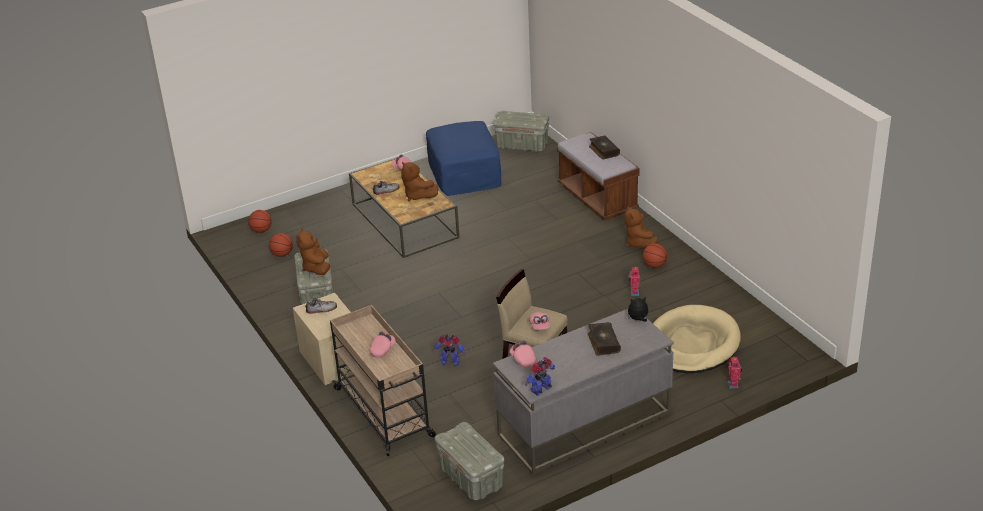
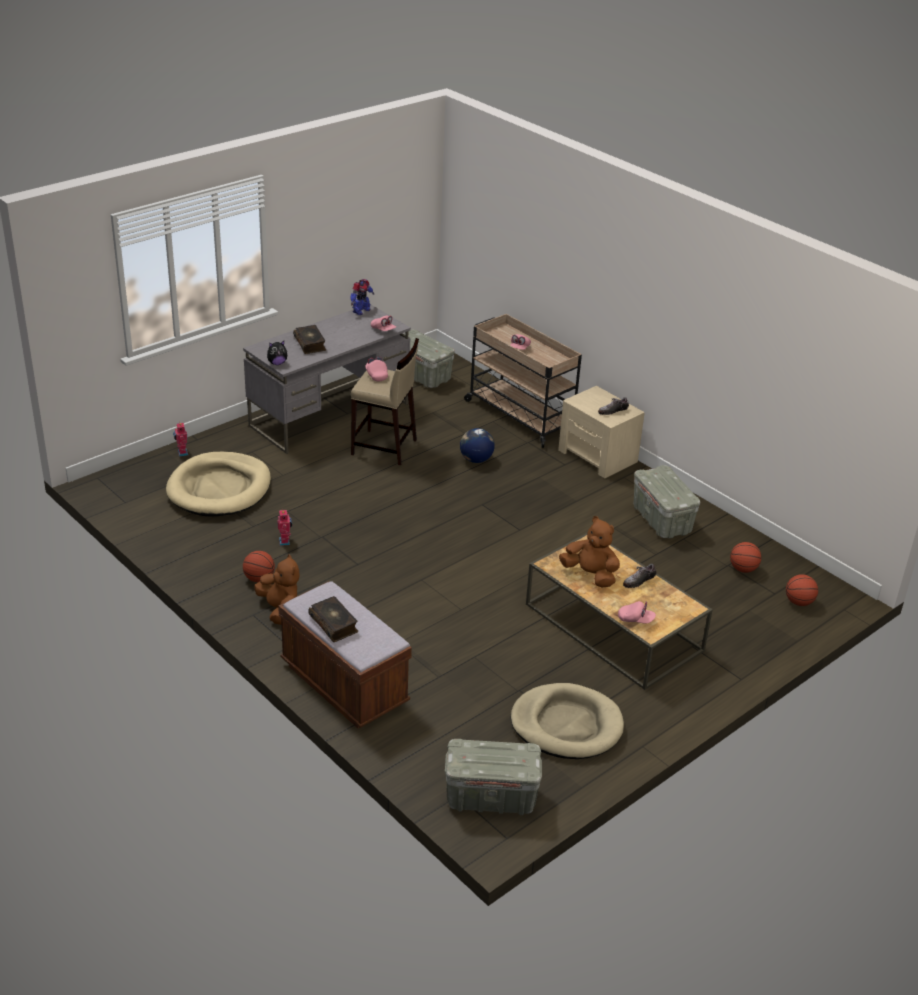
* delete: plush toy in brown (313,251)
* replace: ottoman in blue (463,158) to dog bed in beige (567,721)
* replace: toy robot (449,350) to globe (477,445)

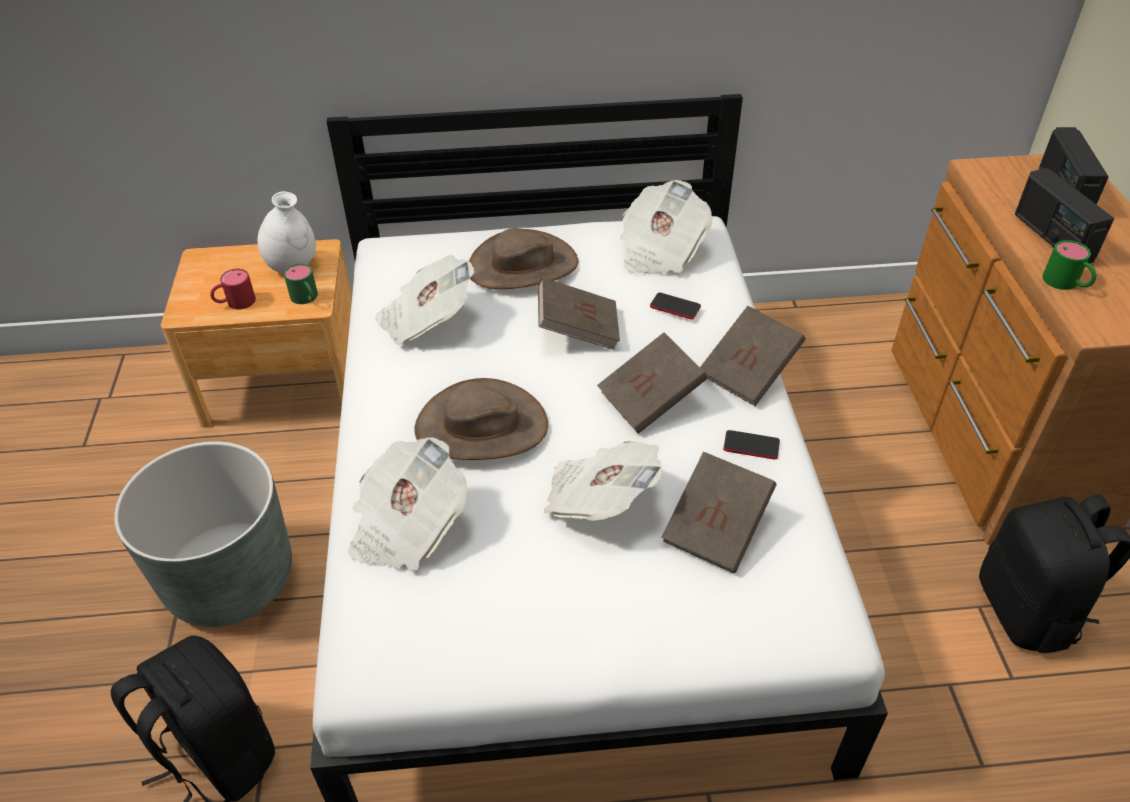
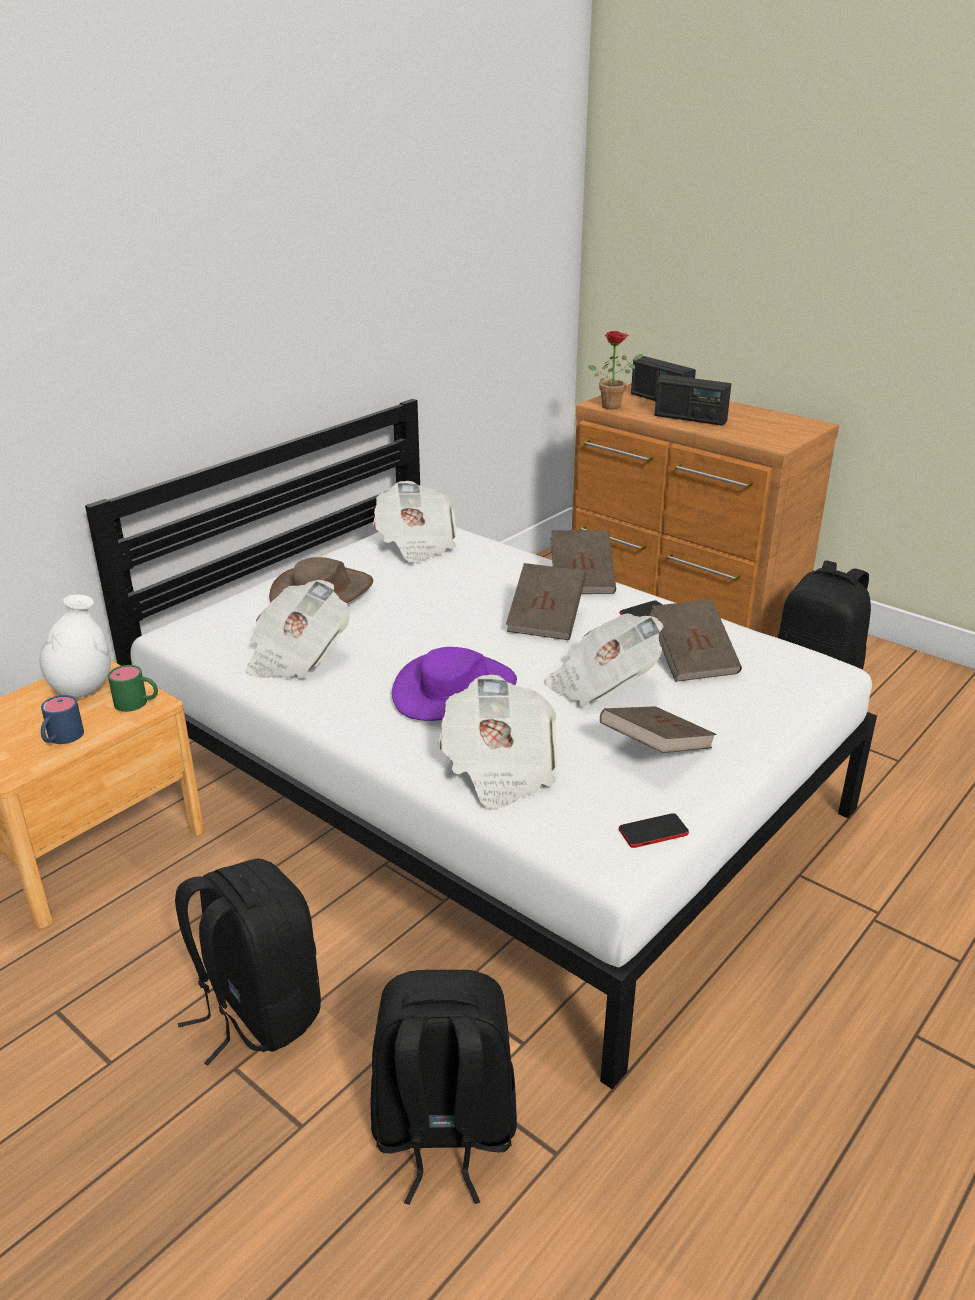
* delete: mug in green (1069,265)
* insert: potted plant (616,370)
* move: book in brown (579,313) to (658,729)
* move: phone (675,306) to (654,830)
* replace: planter in grey (203,534) to backpack in black (248,962)
* recolor: mug in red (233,289) to mug in blue (62,719)
* recolor: hat in brown (481,419) to hat in purple (454,684)

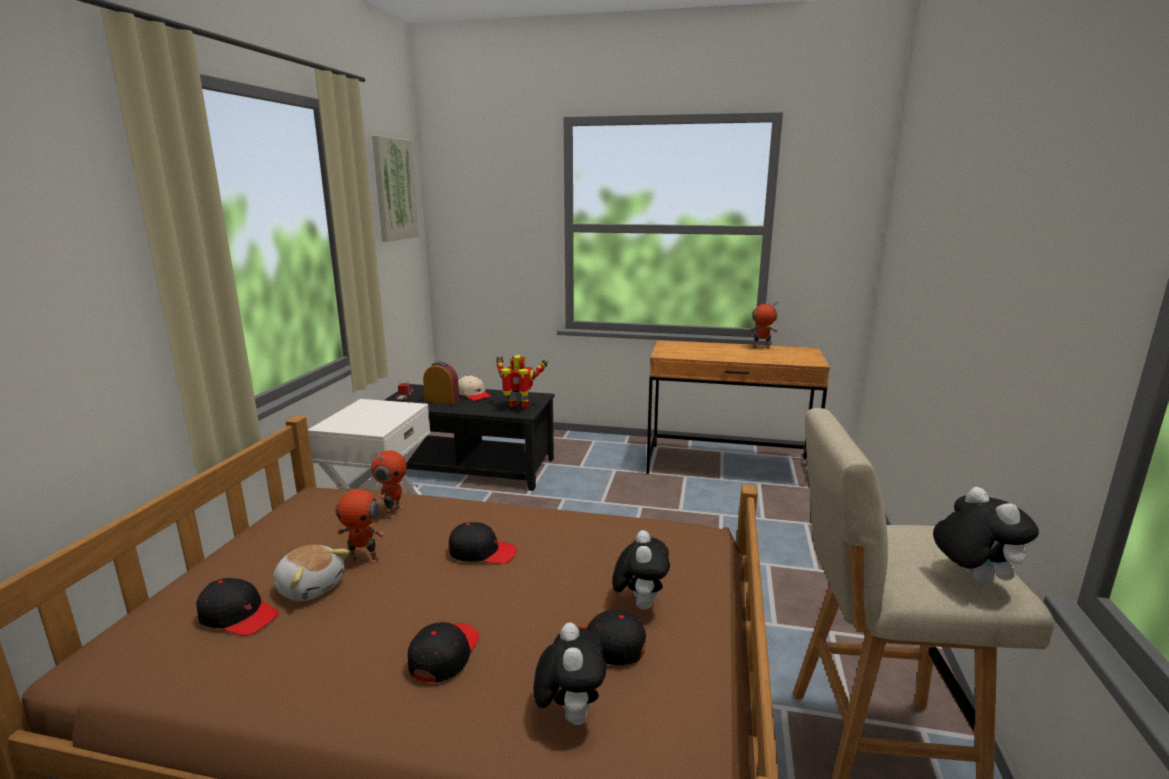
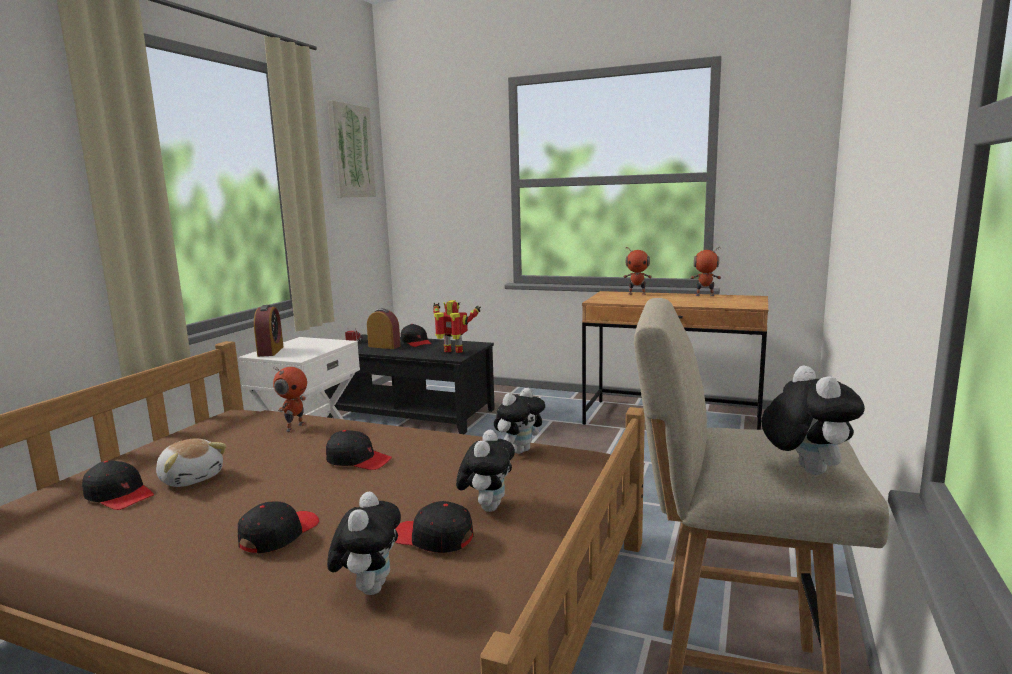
* insert: alarm clock (268,331)
* insert: plush toy (519,421)
* move: toy robot (360,523) to (637,270)
* recolor: cap in beige (474,388) to cap in black (416,335)

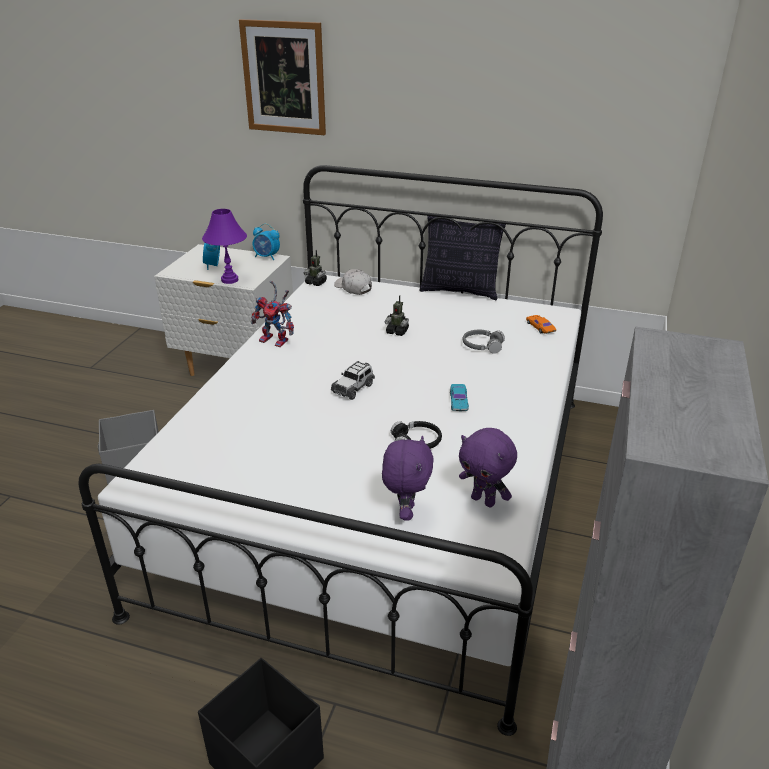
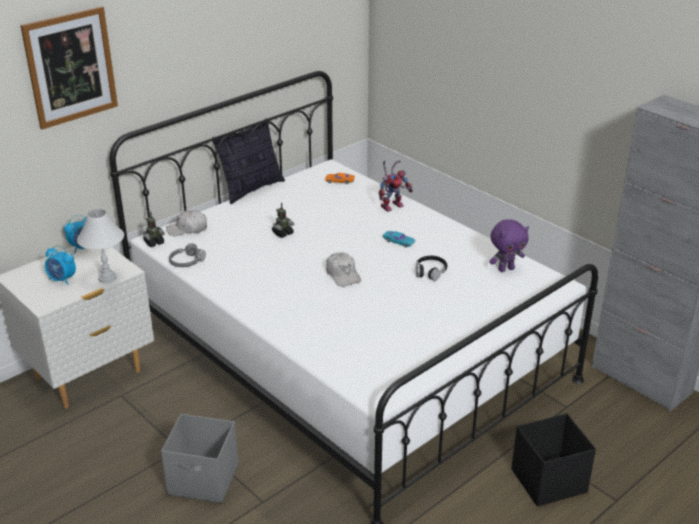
* delete: plush toy in purple (408,478)
* move: toy robot (272,314) to (396,186)
* move: headphones in grey (483,342) to (187,255)
* replace: toy car (353,380) to cap in white (343,269)
* recolor: table lamp in purple (224,246) to table lamp in white (100,246)

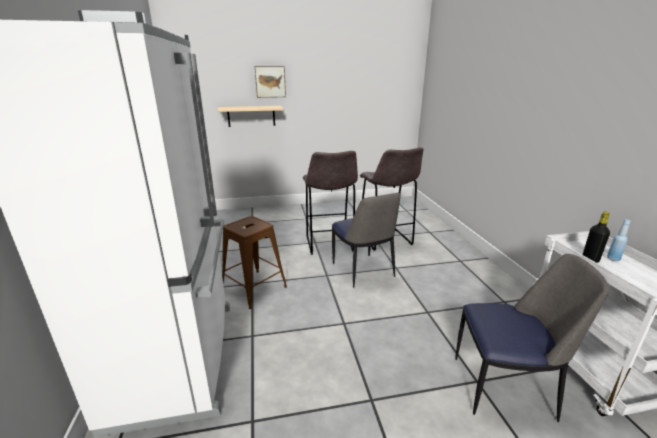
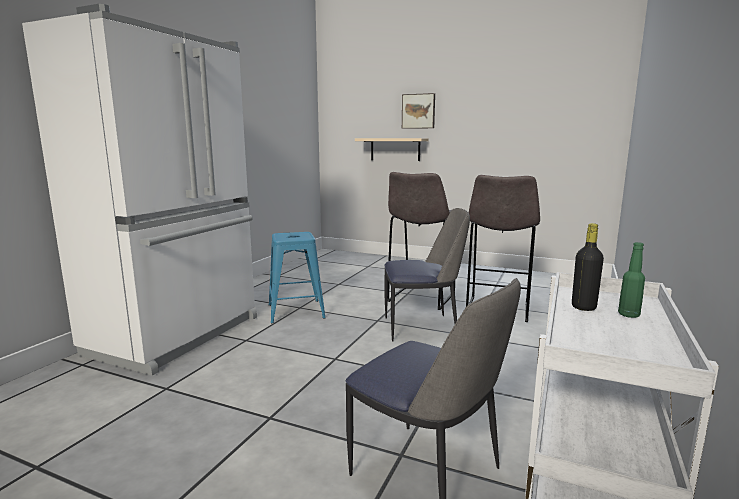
* recolor: stool in brown (254,262) to stool in blue (297,277)
* recolor: bottle in blue (619,240) to bottle in green (631,280)
* rotate: chair (366,240) = (427,274) 105 degrees counterclockwise

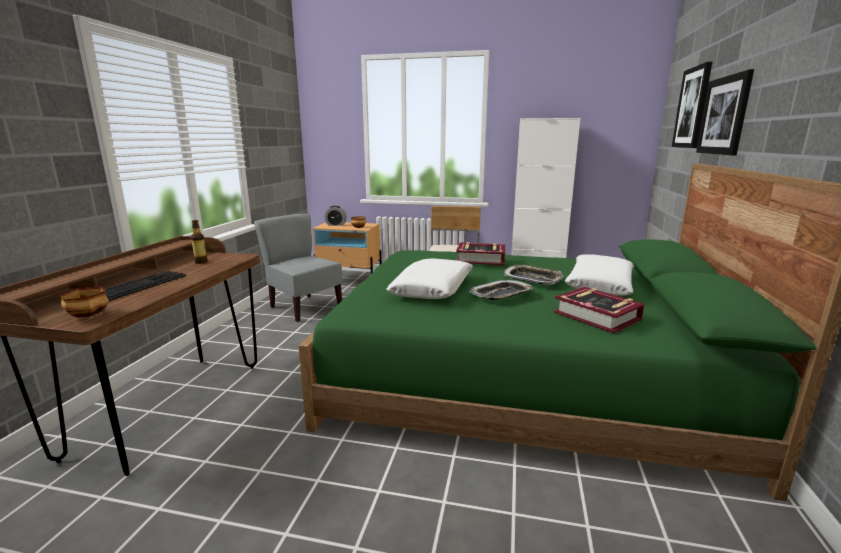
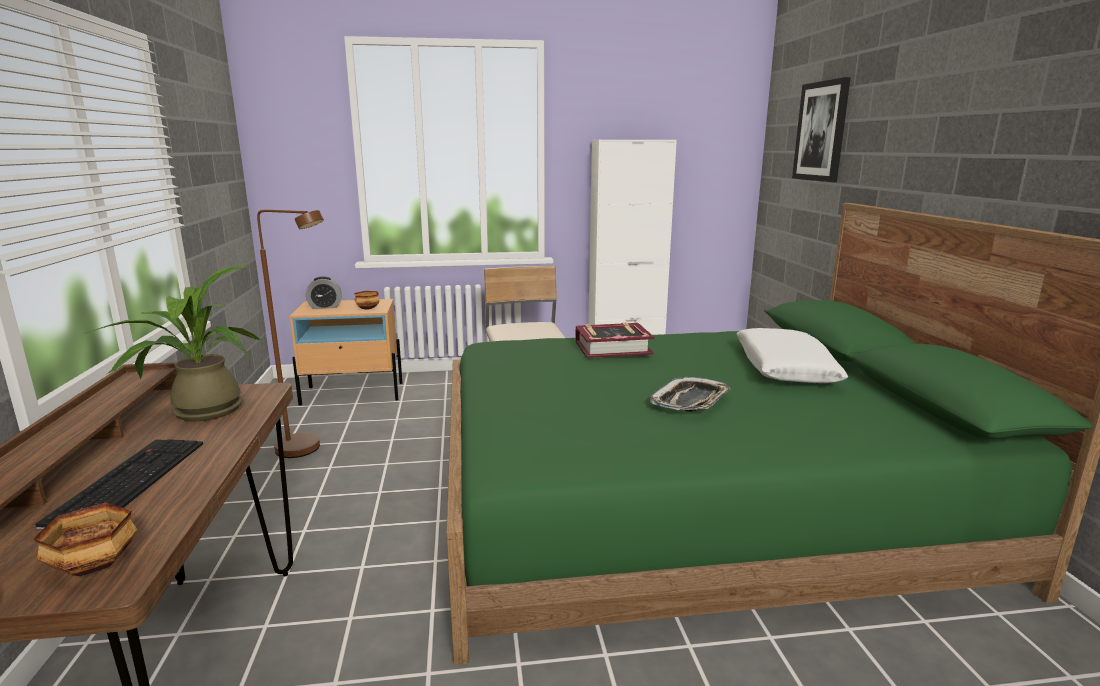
* delete: pillow in white (429,278)
* delete: tray (534,275)
* delete: book (599,310)
* delete: picture (725,112)
* replace: bottle (199,242) to potted plant (173,343)
* replace: chair in grey (298,268) to floor lamp in brown (290,334)

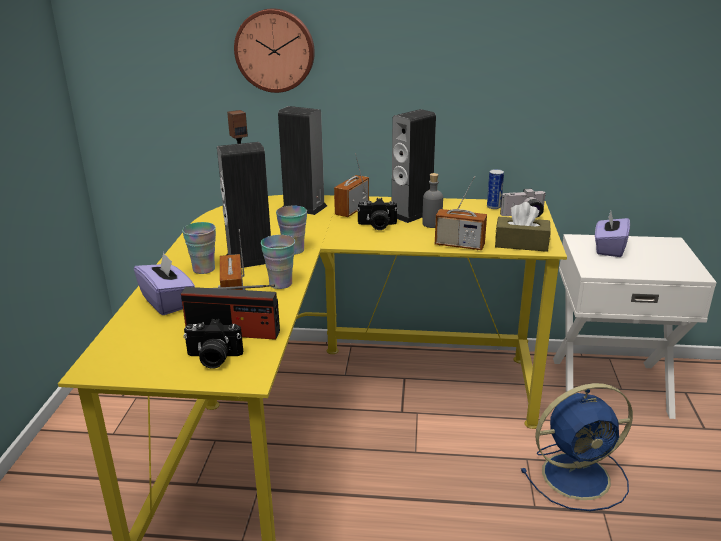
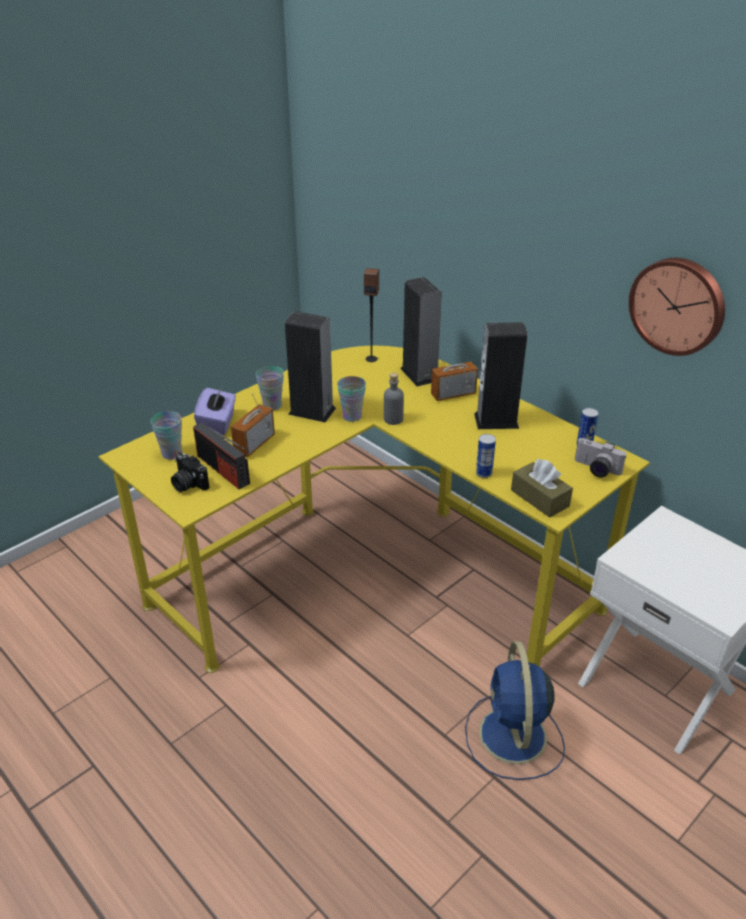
* delete: photo camera (377,214)
* delete: tissue box in purple (612,234)
* move: wall clock (274,50) to (677,307)
* move: cup (278,262) to (166,435)
* move: bottle in grey (432,200) to (394,398)
* replace: radio (461,213) to can (486,456)
* rotate: fan in blue (577,447) = (515,711) 60 degrees clockwise

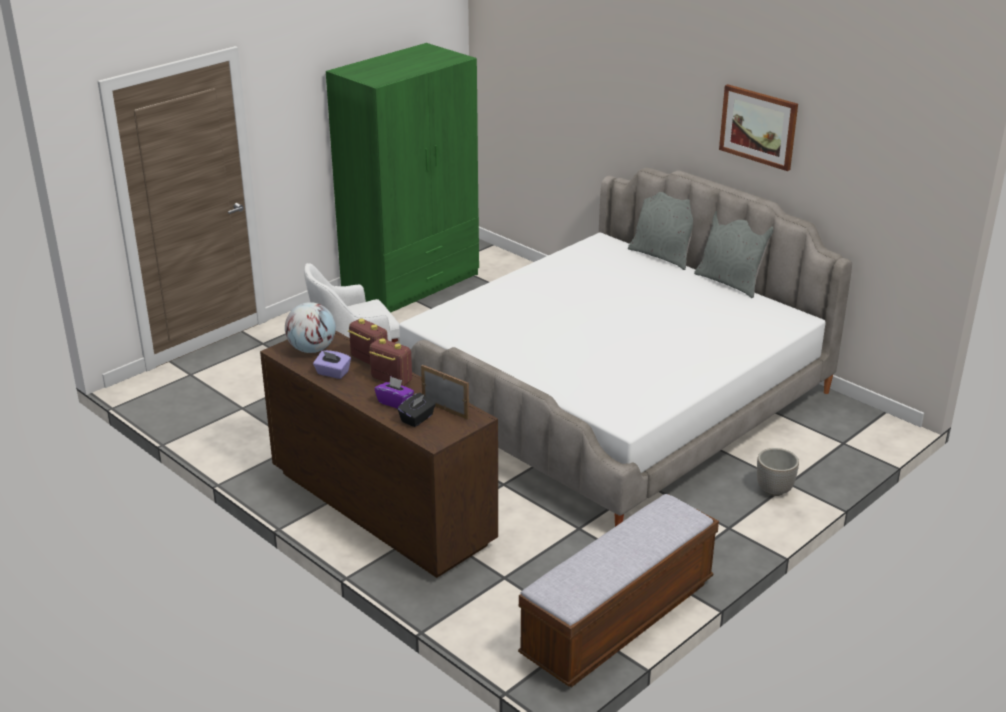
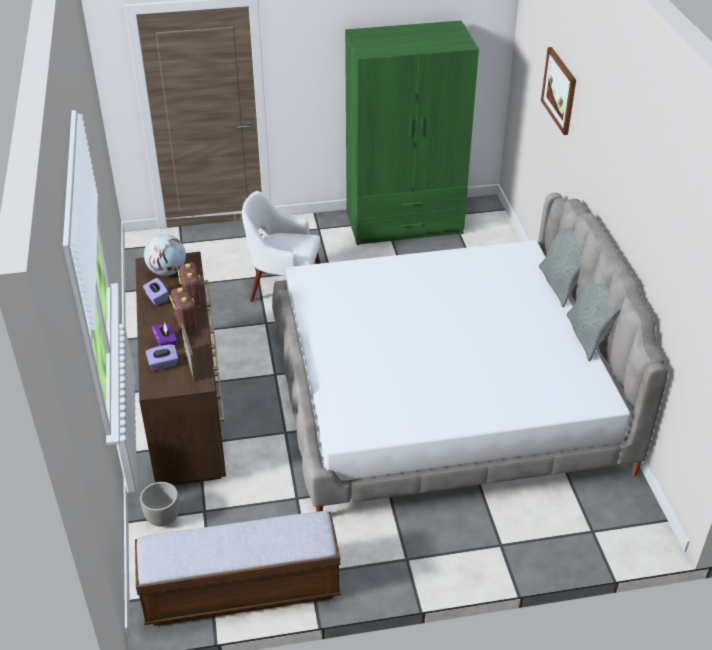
* move: picture (758,127) to (558,91)
* move: planter (778,472) to (159,504)
* recolor: tissue box in black (417,410) to tissue box in purple (162,357)

